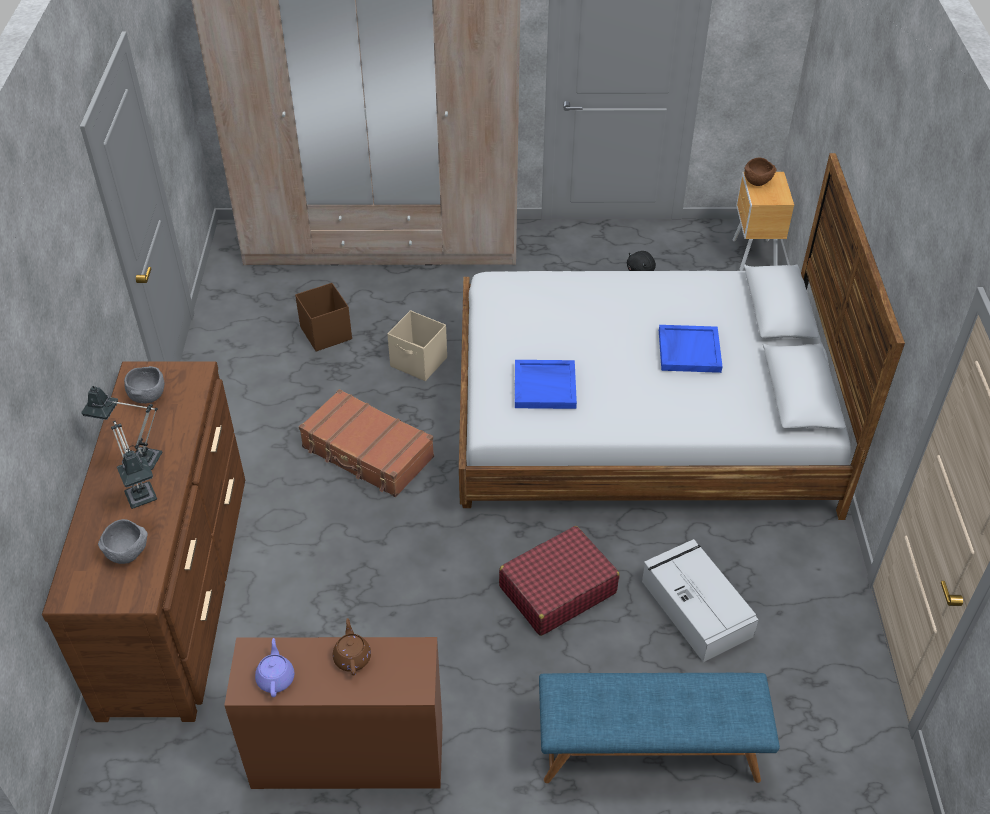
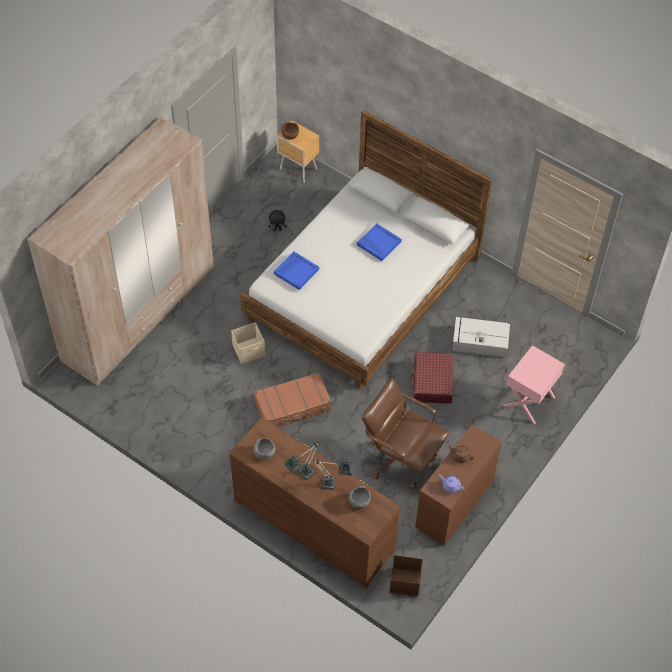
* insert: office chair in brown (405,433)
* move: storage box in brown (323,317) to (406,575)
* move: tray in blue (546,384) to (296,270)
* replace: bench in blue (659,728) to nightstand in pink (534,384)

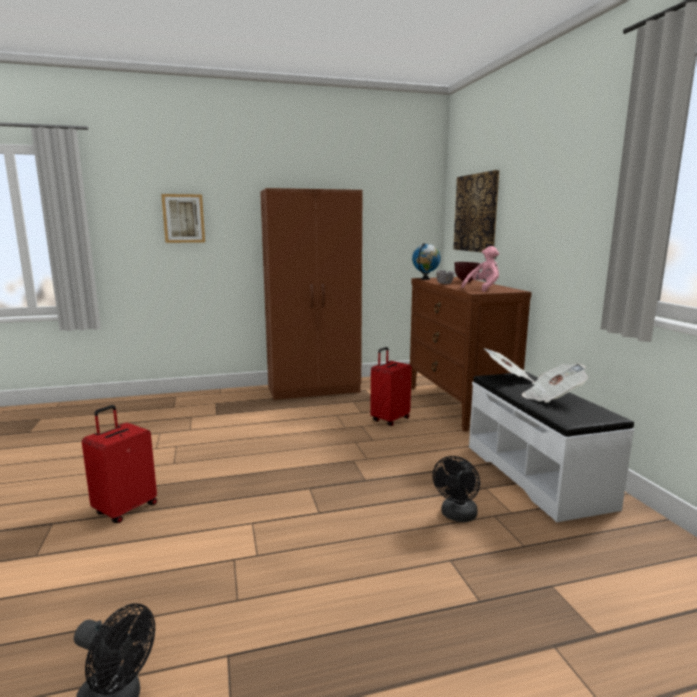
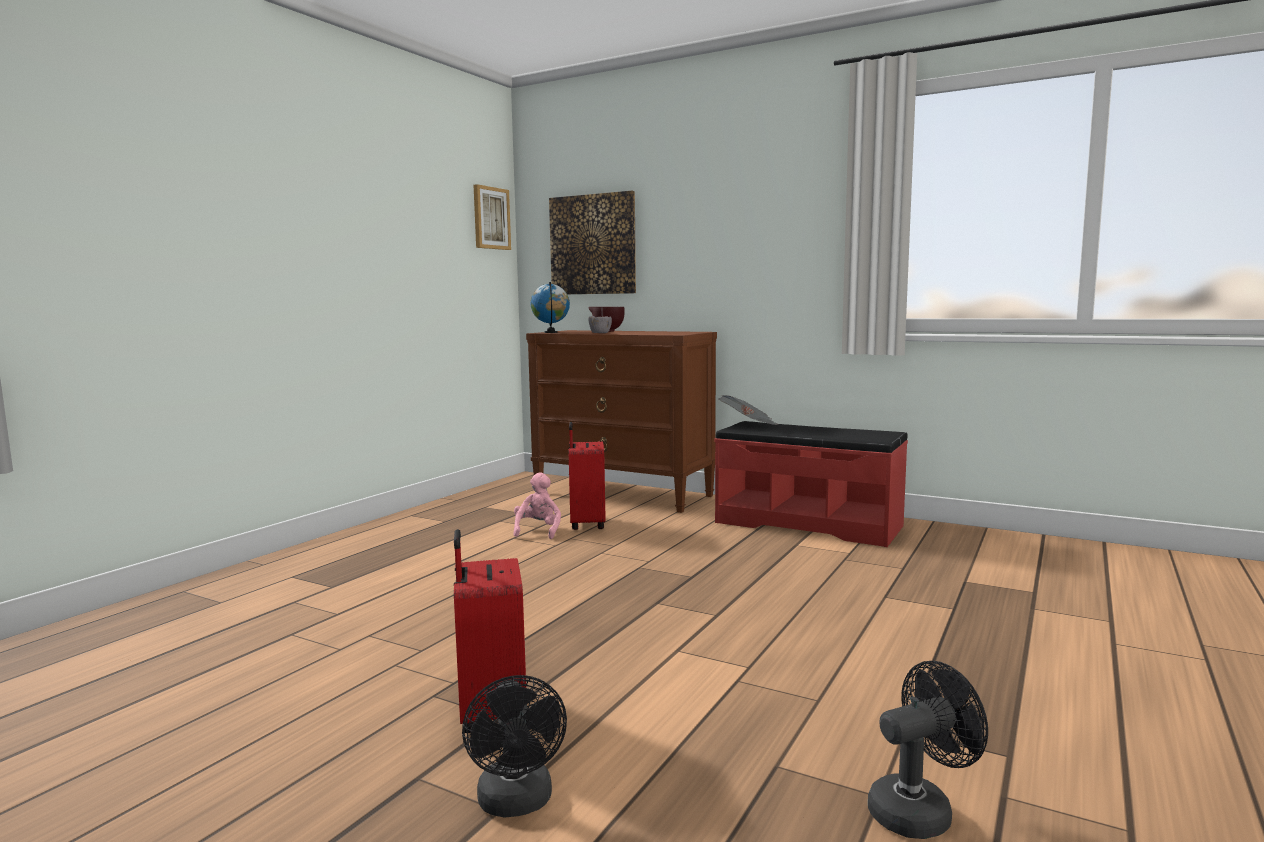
* delete: wardrobe in brown (311,294)
* delete: newspaper (555,383)
* move: picture (183,218) to (492,217)
* move: fan in black (456,489) to (514,746)
* move: plush toy in pink (480,269) to (537,505)
* recolor: bench in white (551,447) to bench in red (811,484)

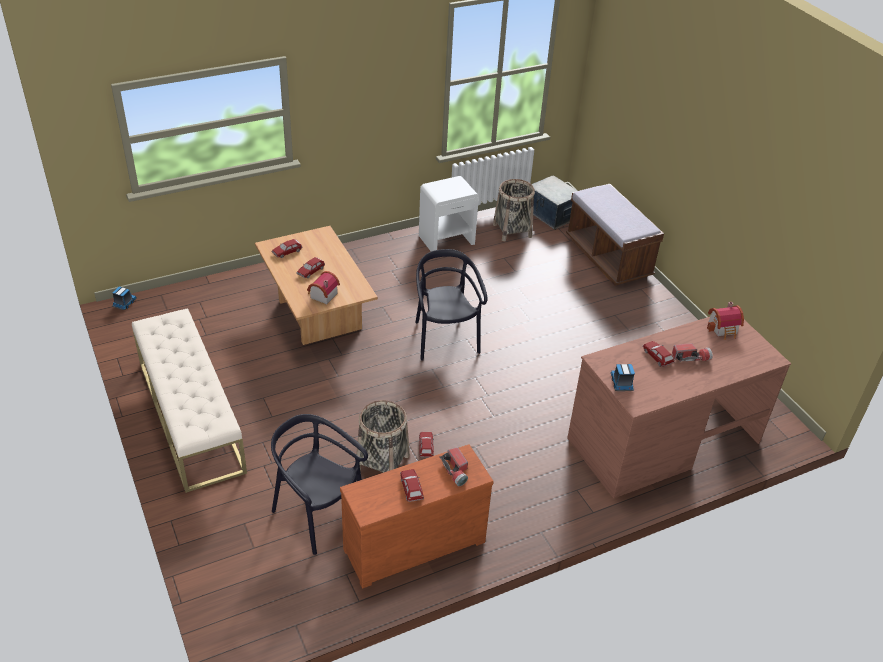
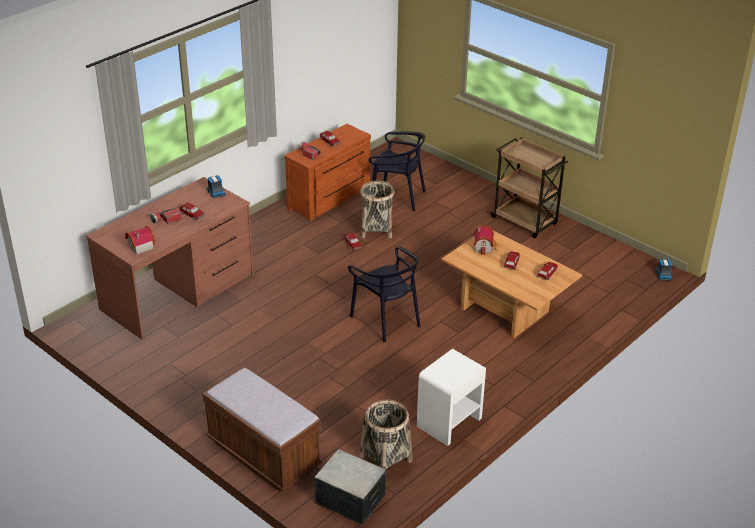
* replace: bench in beige (189,400) to cart in brown (529,187)

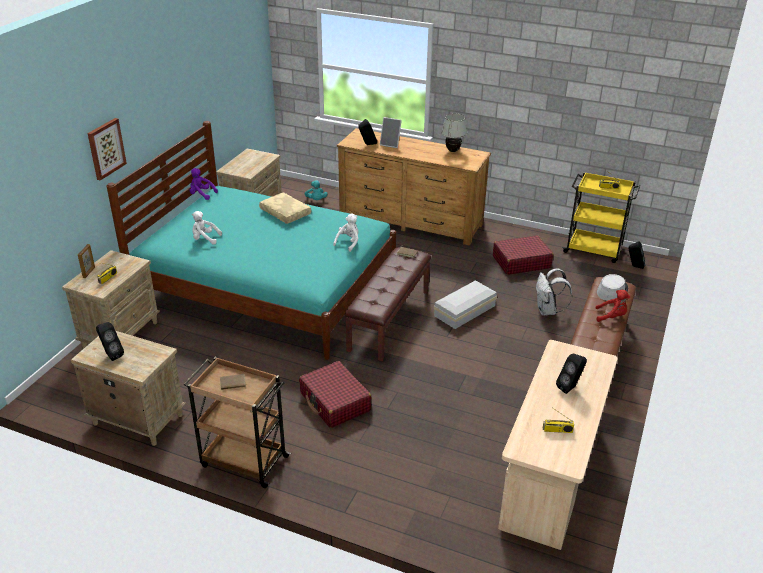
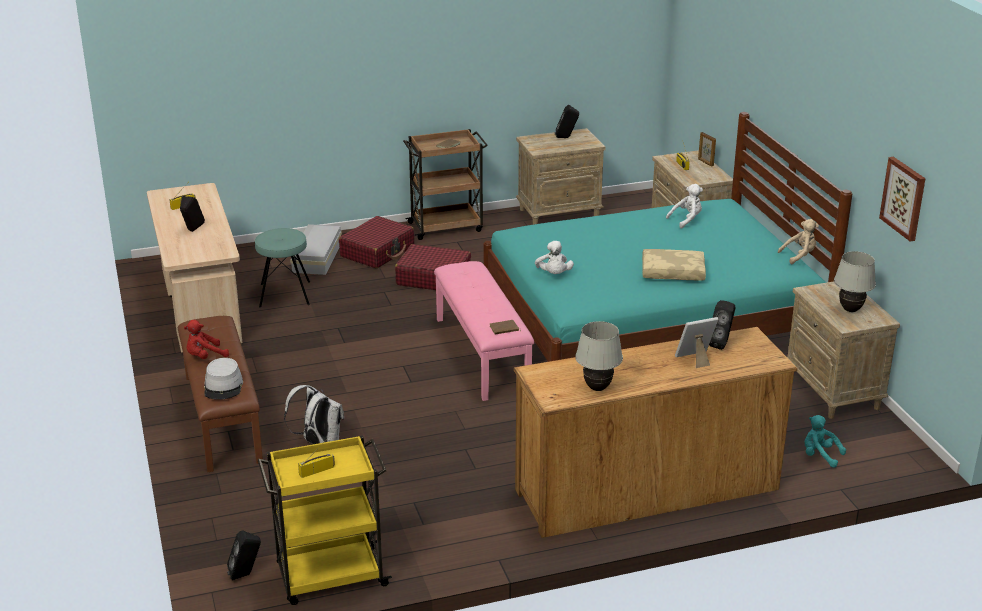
* insert: stool in turquoise (282,268)
* insert: table lamp in white (855,281)
* move: picture (107,149) to (902,199)
* move: storage box in white (465,304) to (316,249)
* move: suitcase in red (523,255) to (376,242)
* recolor: plush toy in purple (204,184) to plush toy in beige (798,241)
* recolor: bench in brown (388,304) to bench in pink (484,331)

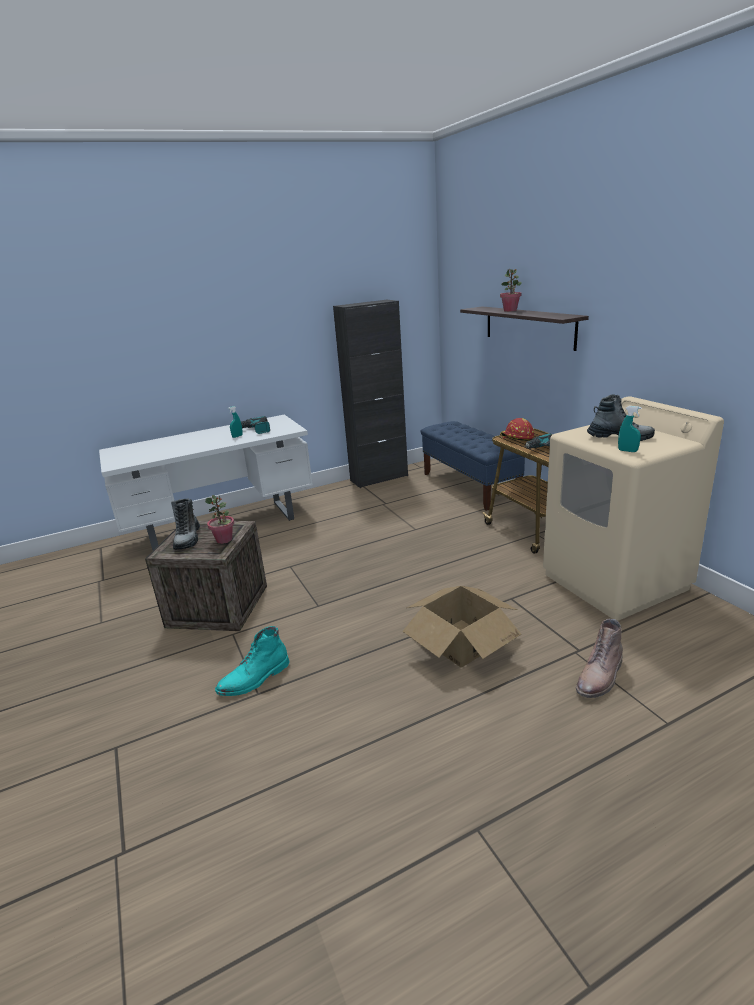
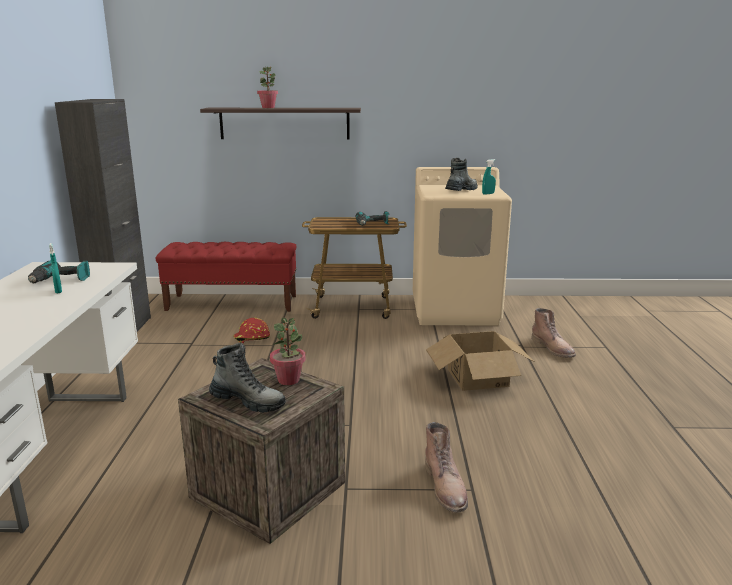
* move: hard hat in red (517,429) to (252,330)
* recolor: boot in turquoise (252,661) to boot in brown (446,467)
* recolor: bench in blue (473,466) to bench in red (226,277)

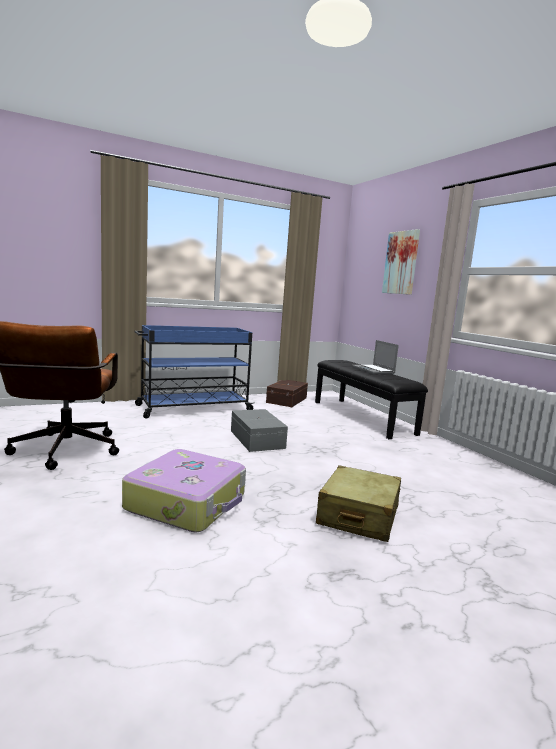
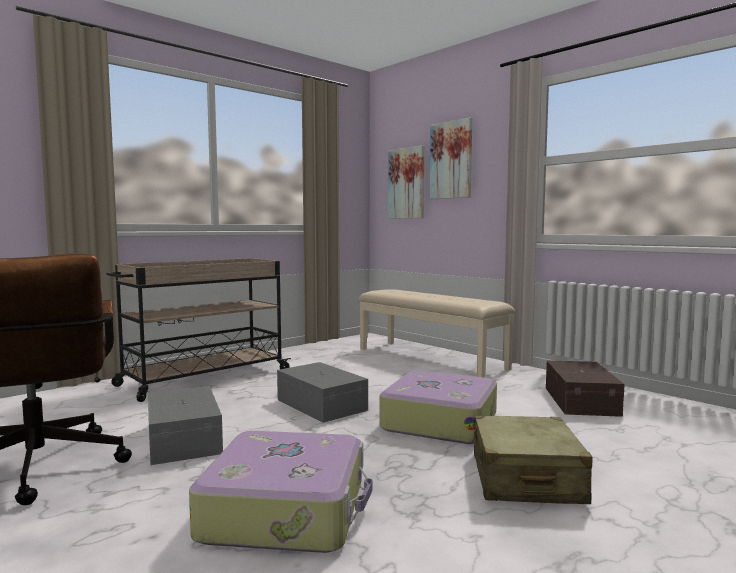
* delete: laptop (375,357)
* insert: storage box in grey (185,425)
* insert: suitcase (438,407)
* insert: picture (406,182)
* move: storage box in brown (287,393) to (585,388)
* recolor: cart in blue (194,372) to cart in beige (199,330)
* recolor: bench in black (371,399) to bench in beige (437,333)

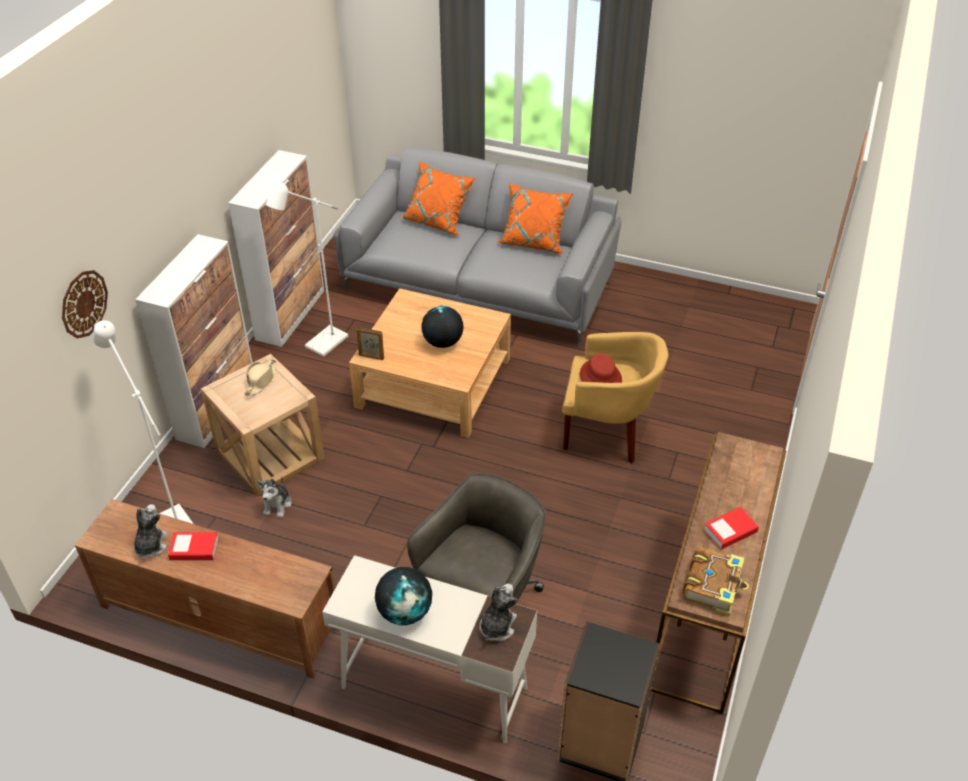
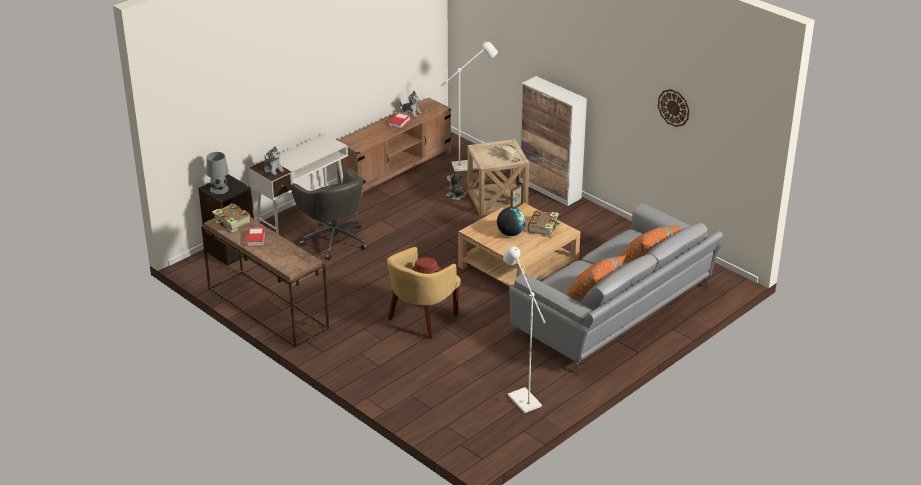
* delete: cabinet (276,248)
* delete: globe (403,596)
* insert: table lamp in grey (217,173)
* insert: book (544,223)
* move: wall clock (85,304) to (674,108)
* move: floor lamp in white (307,268) to (524,329)

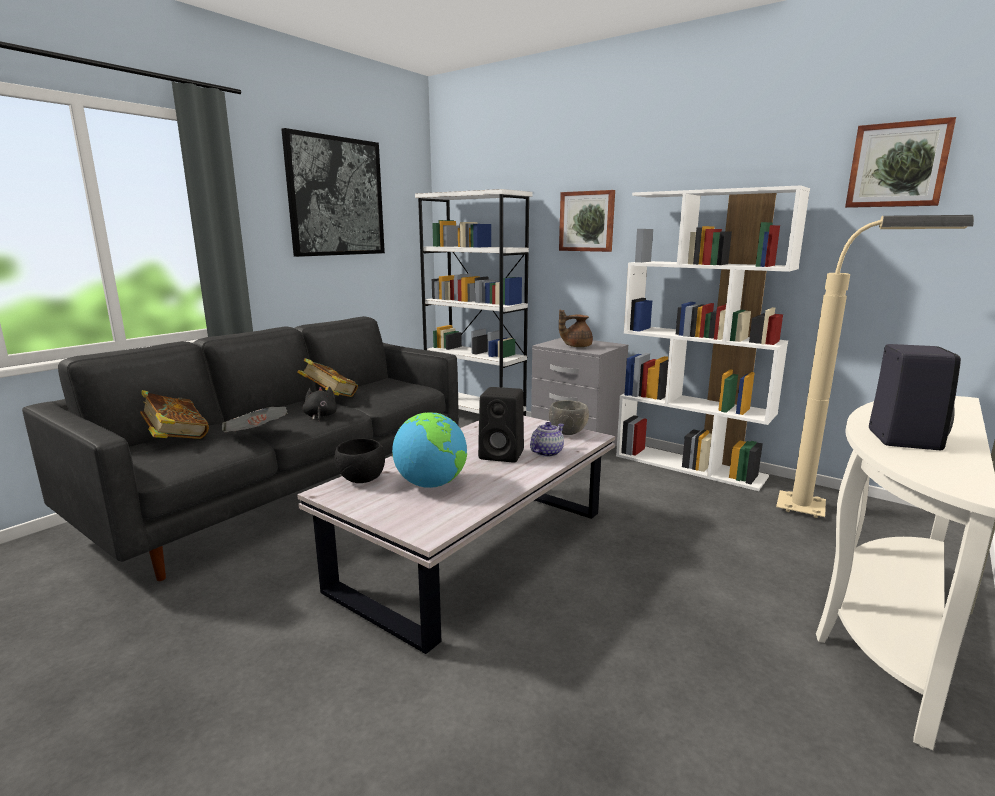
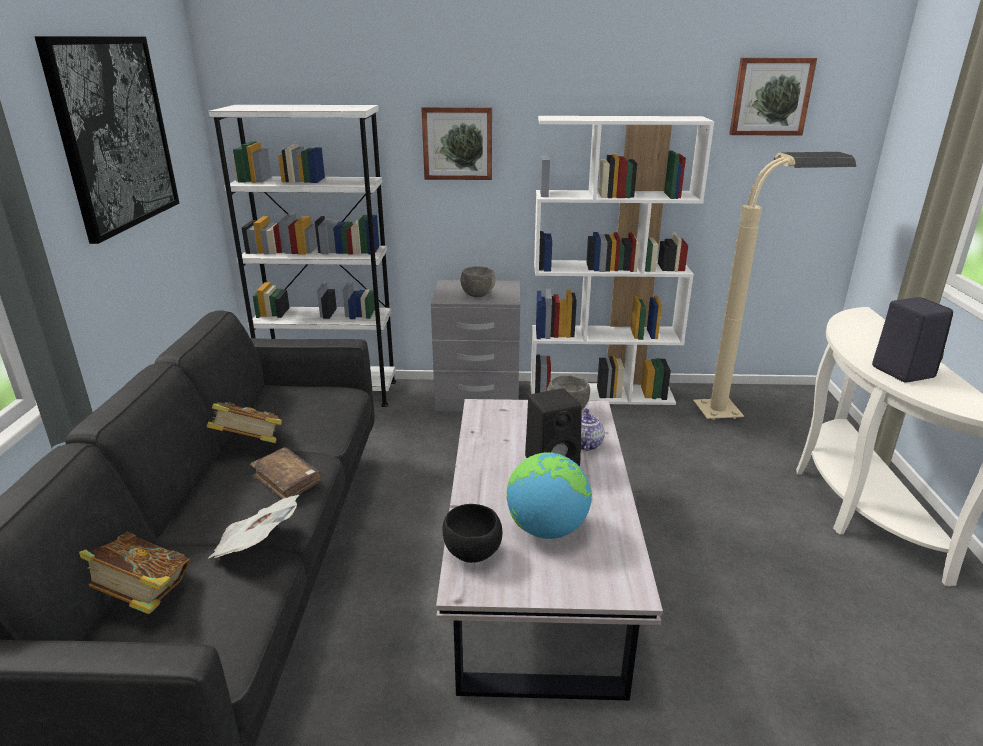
* replace: plush toy in black (320,404) to book in brown (285,473)
* replace: teapot in brown (576,328) to bowl in grey (478,281)

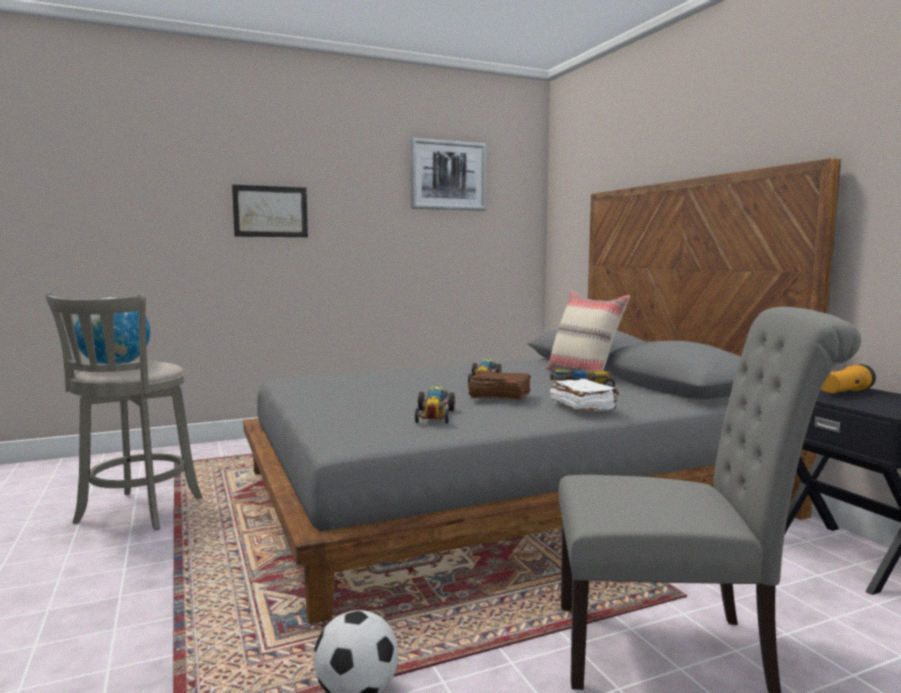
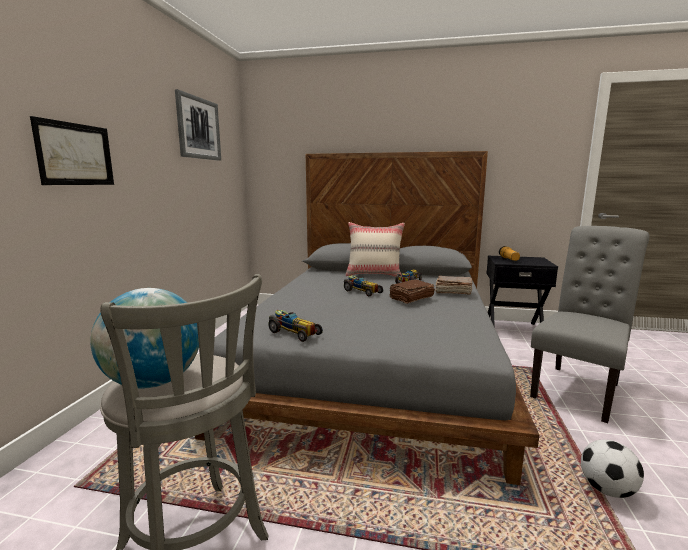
* move: toy car (435,404) to (295,326)
* recolor: book in white (584,395) to book in brown (454,285)

